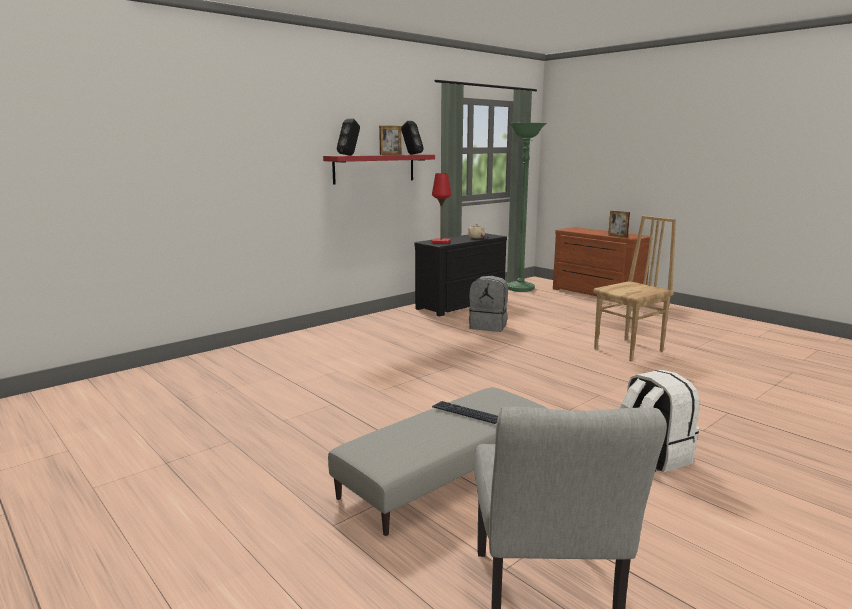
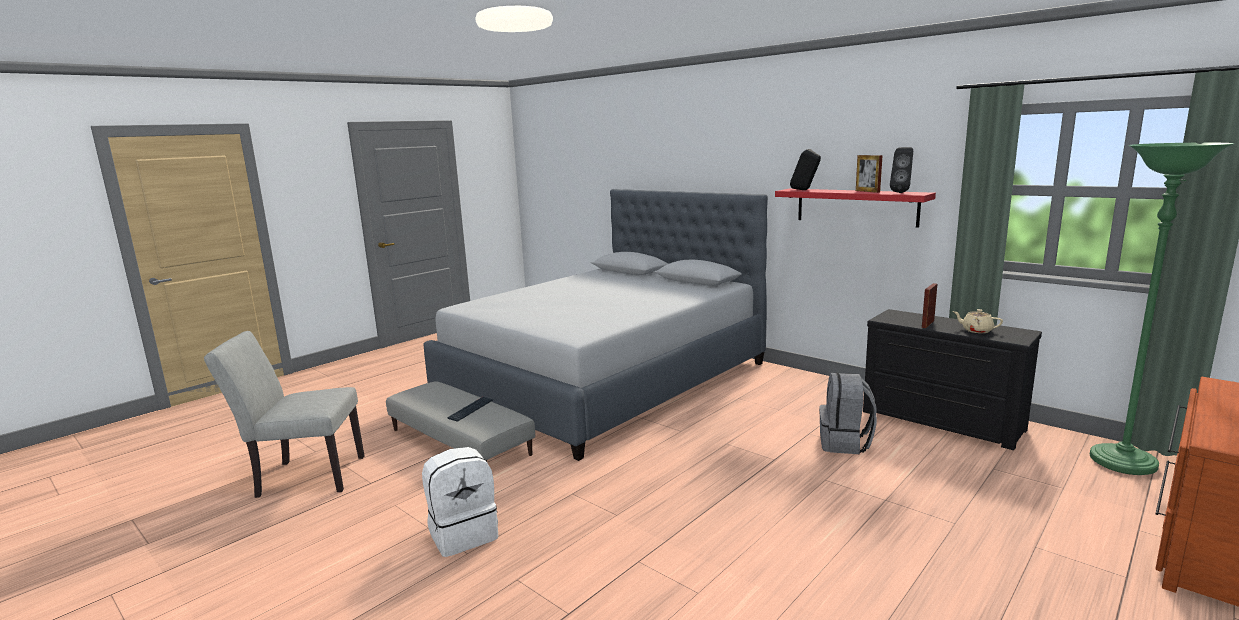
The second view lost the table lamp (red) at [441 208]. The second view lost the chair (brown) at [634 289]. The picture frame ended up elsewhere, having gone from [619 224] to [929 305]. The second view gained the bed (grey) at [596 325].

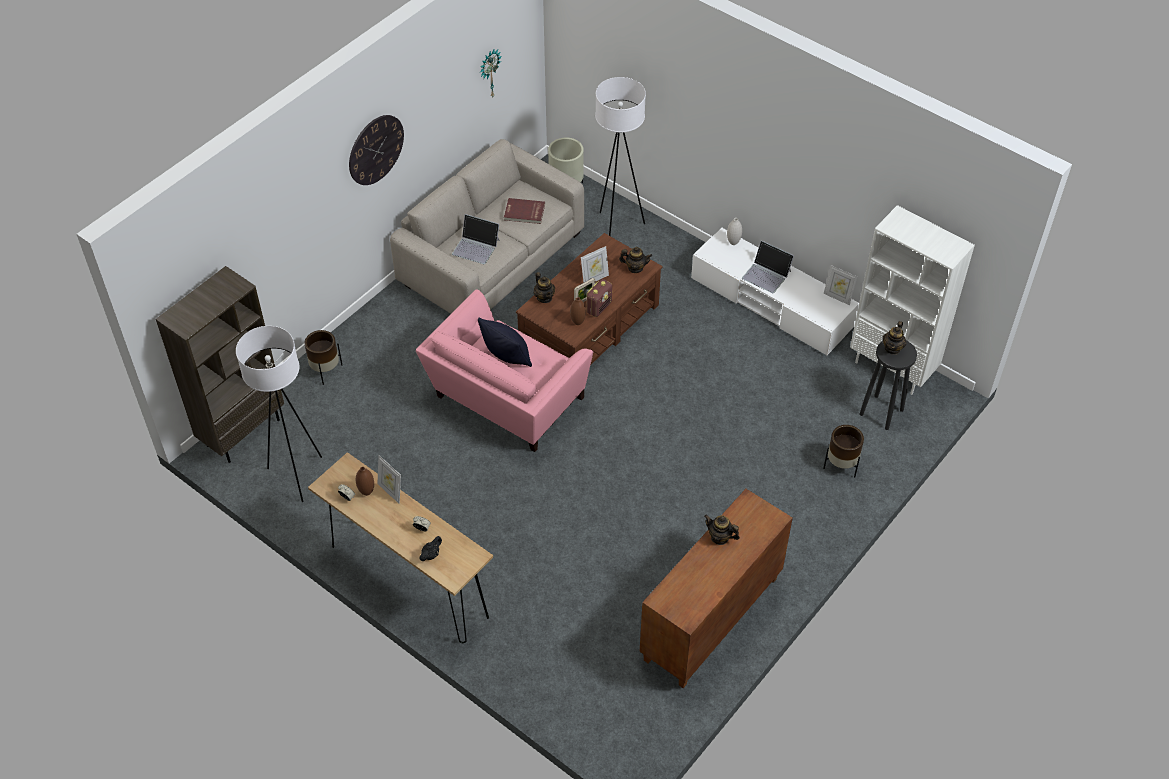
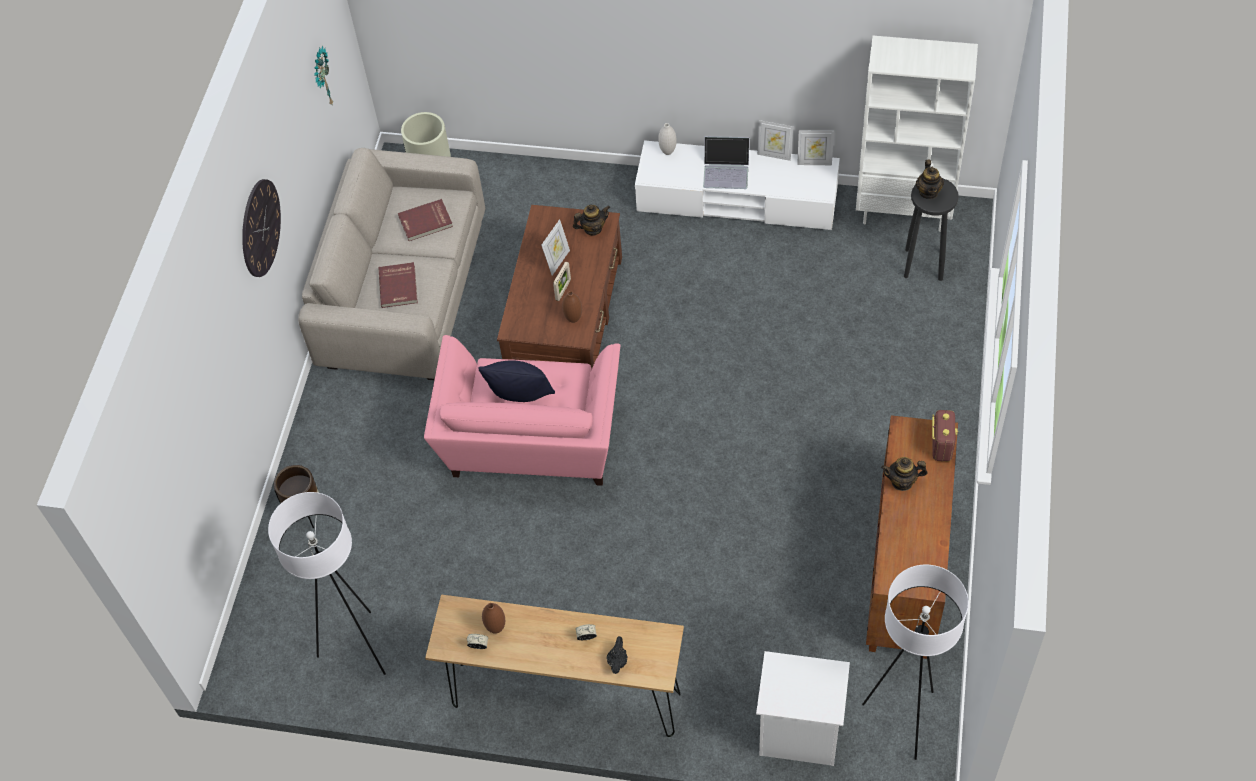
The second view lost the bookcase (brown) at [220 364]. The picture frame ended up elsewhere, having gone from [389 479] to [775 140]. Where the laptop stood at [476 239], the book (red) came to stand at [398 285]. The second view lost the teapot at [544 287]. The radio ended up elsewhere, having gone from [599 298] to [945 435]. The floor lamp (white) ended up elsewhere, having gone from [620 156] to [915 662]. The second view lost the planter (brown) at [843 451]. The second view gained the nightstand (white) at [803 708].

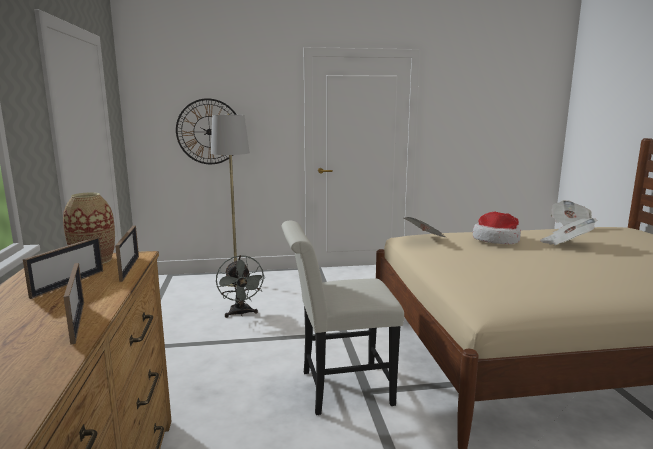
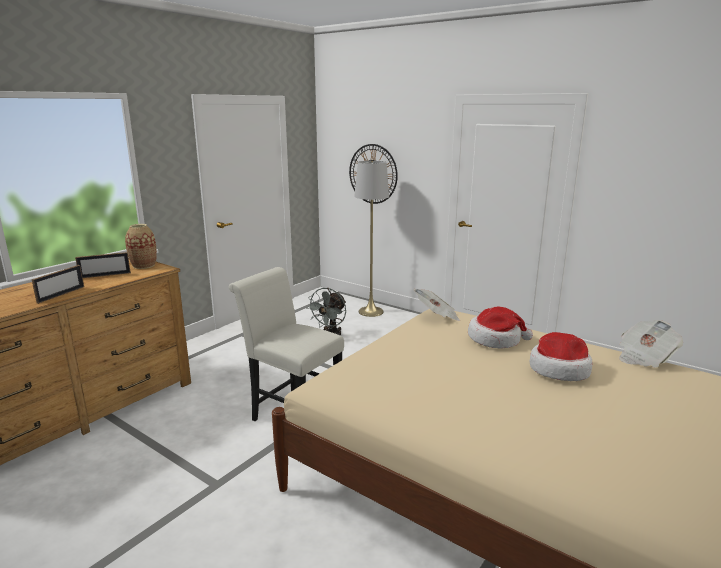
The second view lost the picture frame at [127 254]. Where the newspaper stood at [569 231], the hat came to stand at [561 356].

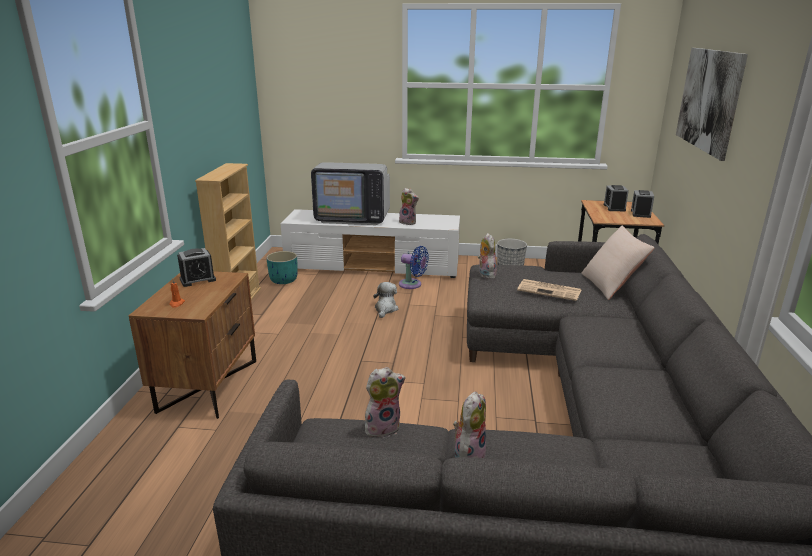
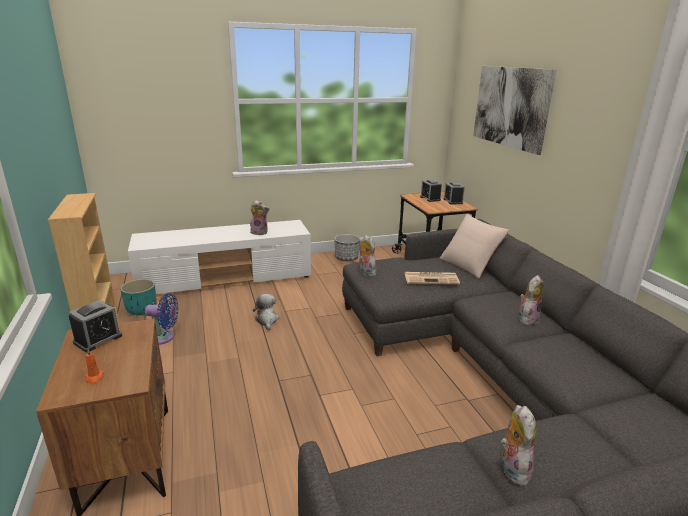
The second view lost the television at [350 193]. The plush toy ended up elsewhere, having gone from [385 402] to [531 300]. The fan (blue) ended up elsewhere, having gone from [414 267] to [162 319].

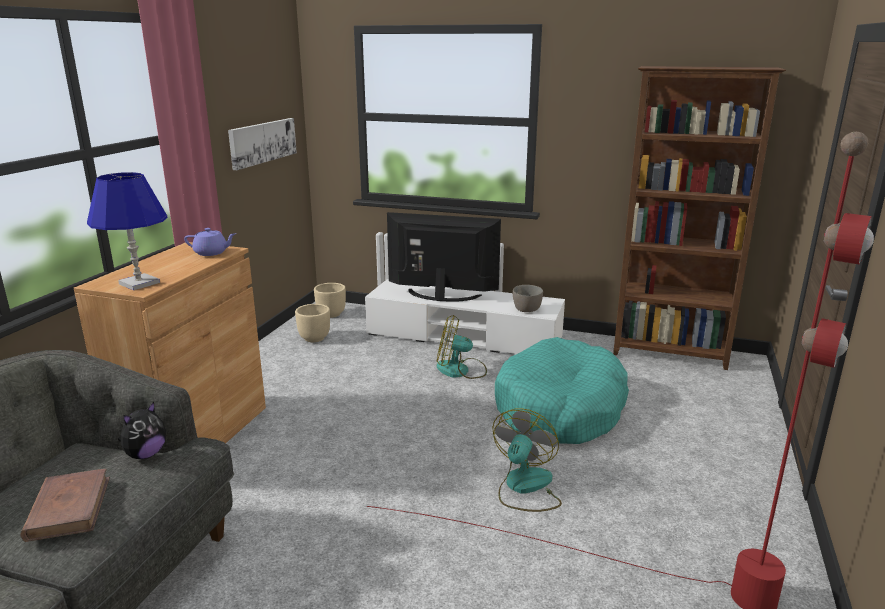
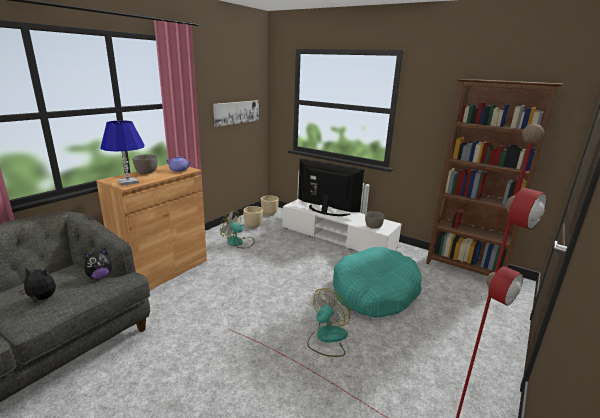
Where the book (brown) stood at [65 505], the plush toy came to stand at [37 285]. The fan ended up elsewhere, having gone from [462 347] to [237 229]. The second view gained the bowl (grey) at [144 164].

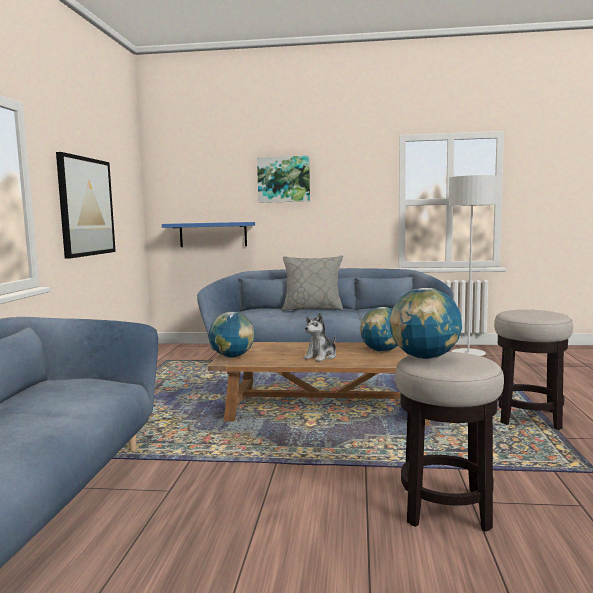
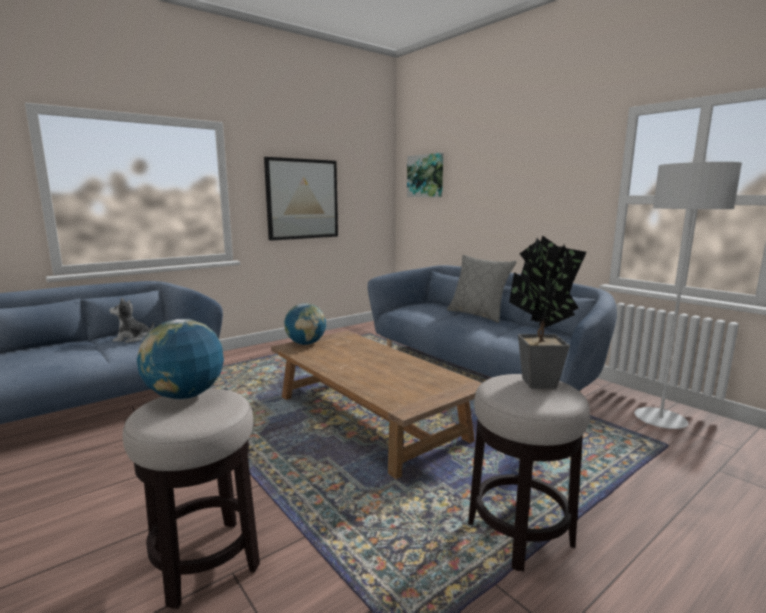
The second view lost the shelf (blue) at [208 234]. The picture ended up elsewhere, having gone from [283 179] to [425 175]. The plush toy ended up elsewhere, having gone from [320 337] to [131 320]. The second view lost the globe at [379 329]. The second view gained the potted plant at [548 311].

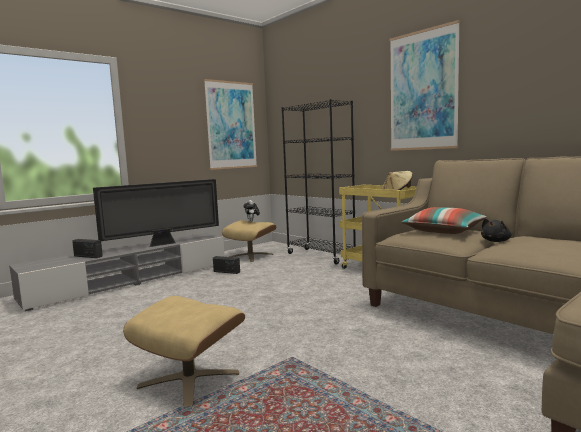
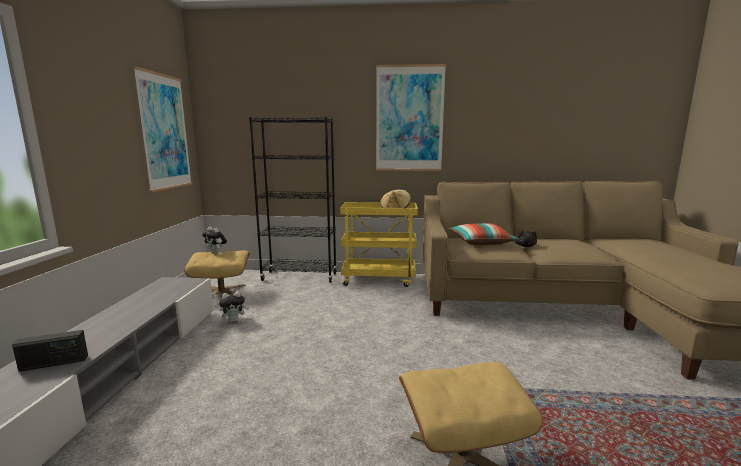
The second view lost the television at [156 213]. Where the radio stood at [226 265], the plush toy came to stand at [234 307].

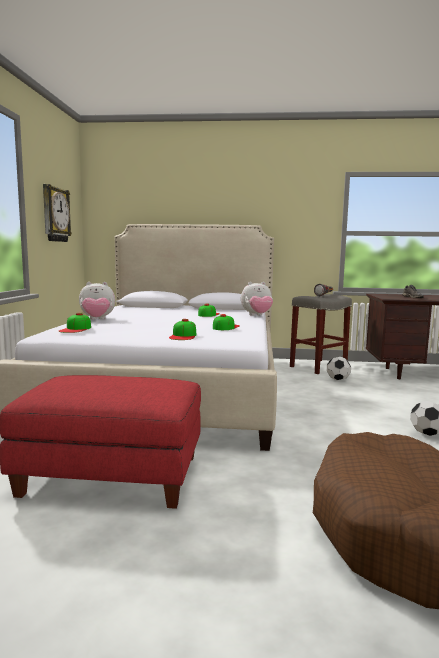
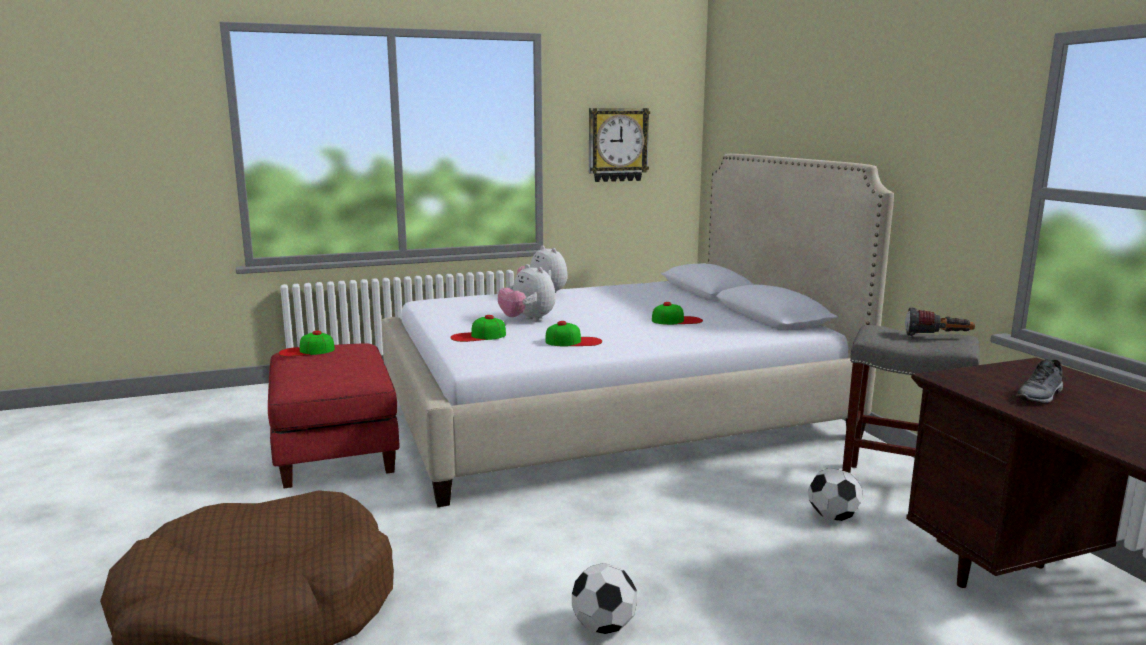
The cap ended up elsewhere, having gone from [74 323] to [306 343]. The plush toy ended up elsewhere, having gone from [257 299] to [527 293].

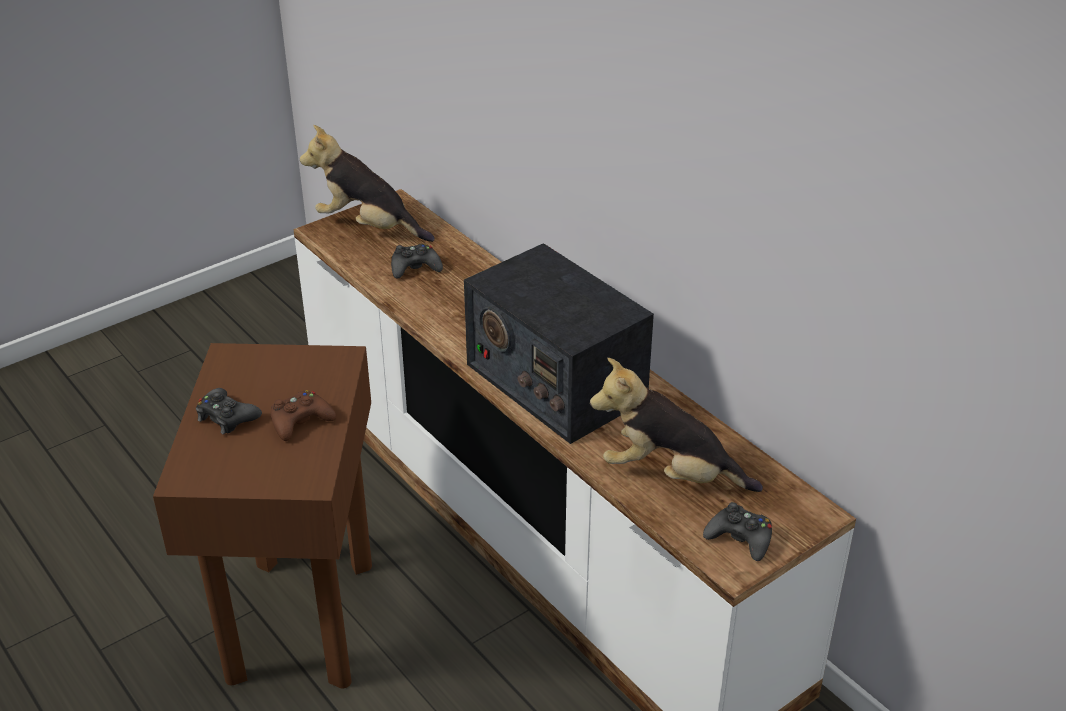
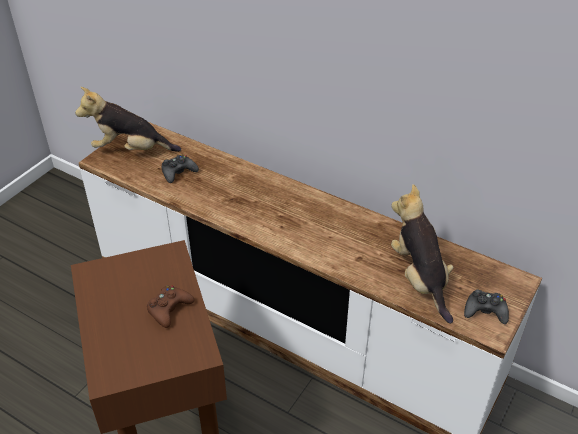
The second view lost the game controller (black) at [229 411]. The second view lost the radio at [559 343]. The plush toy at [676 425] ended up facing another way, 75 degrees clockwise from before.

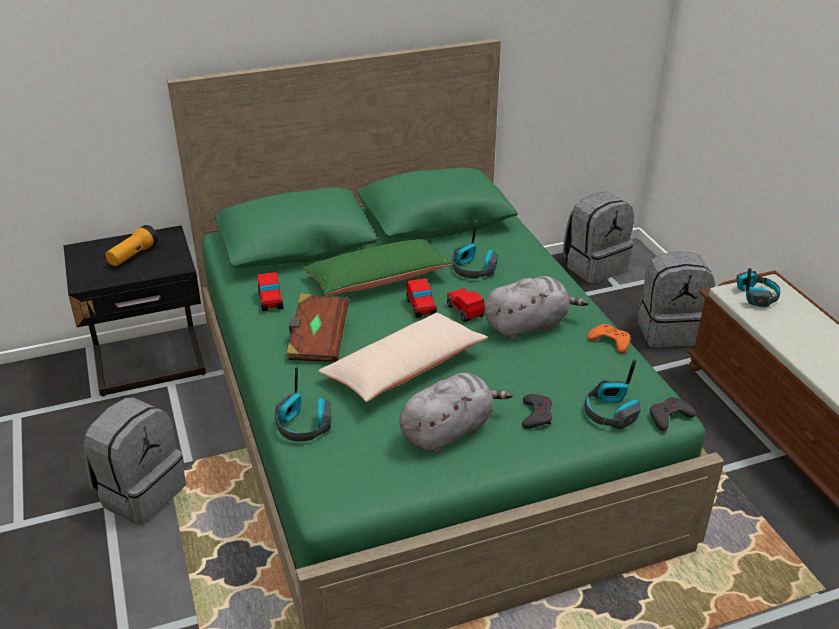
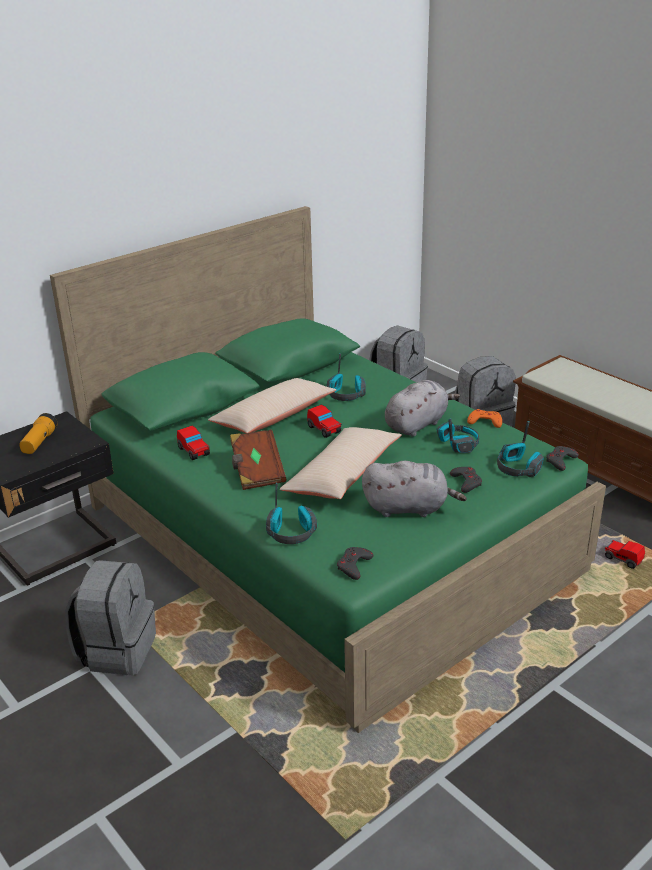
What was the pillow (green) at [378 267] turned into the pillow (beige) at [272 405]. The plush toy (grey) at [456 412] ended up facing another way, 60 degrees clockwise from before. The toy car ended up elsewhere, having gone from [465 305] to [625 554]. The headphones ended up elsewhere, having gone from [758 288] to [458 435]. The second view gained the game controller (grey) at [355 563].

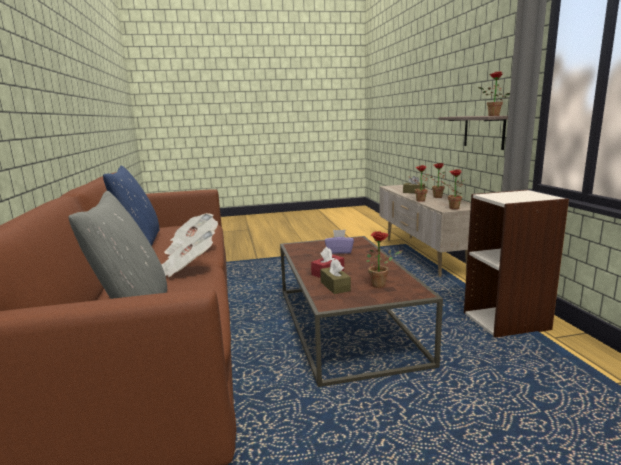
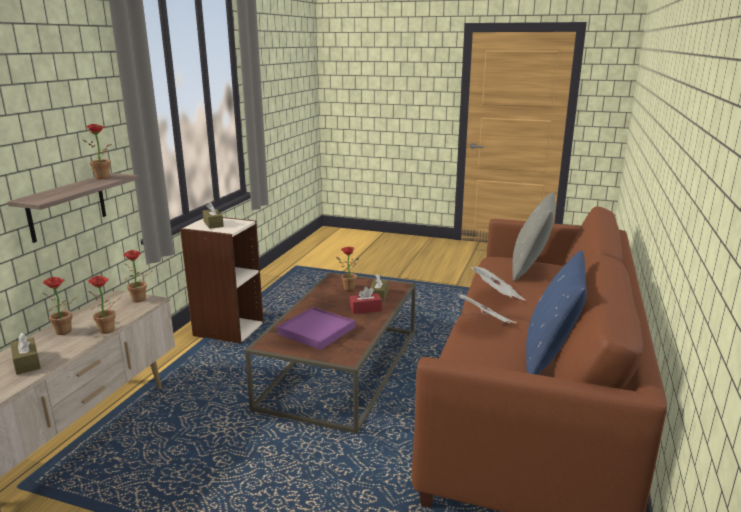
Where the tissue box (purple) stood at [339 242], the tray (purple) came to stand at [316 328]. The second view gained the tissue box (brown) at [213 215].

